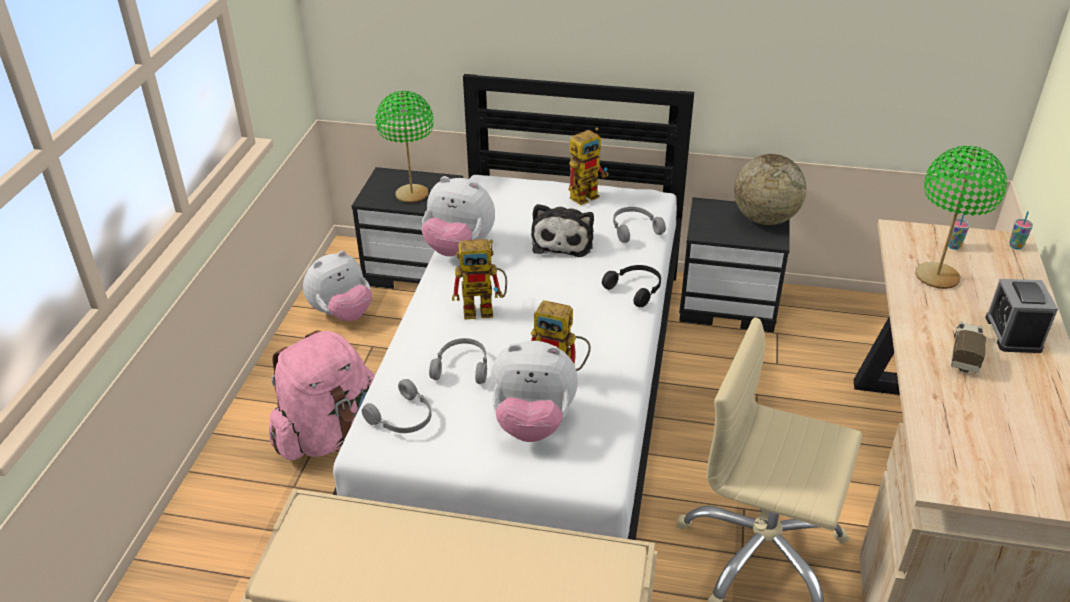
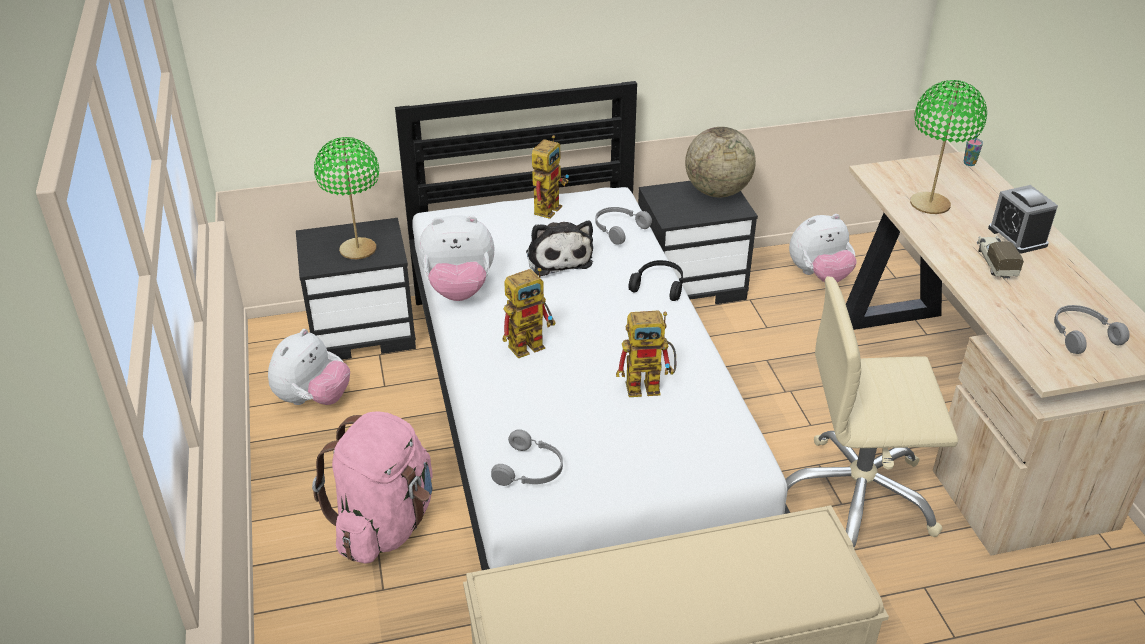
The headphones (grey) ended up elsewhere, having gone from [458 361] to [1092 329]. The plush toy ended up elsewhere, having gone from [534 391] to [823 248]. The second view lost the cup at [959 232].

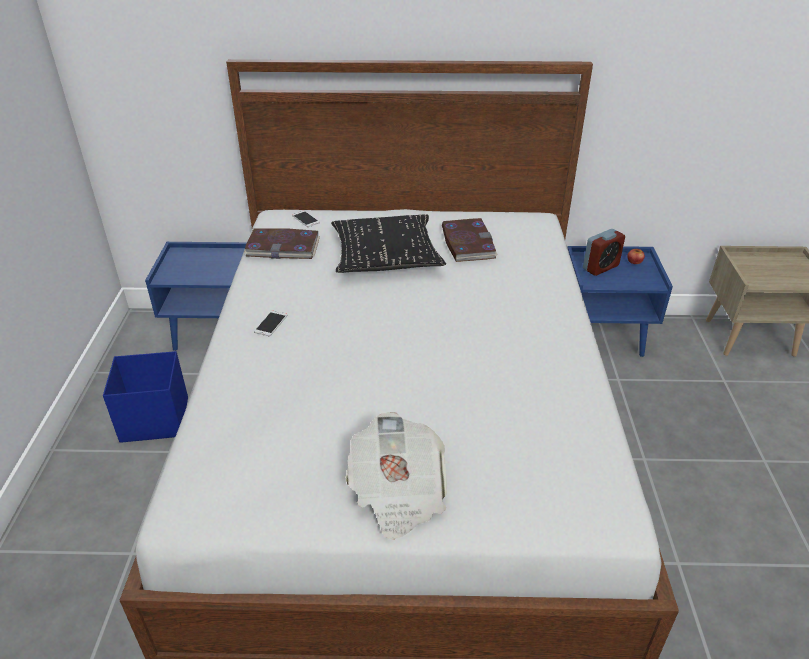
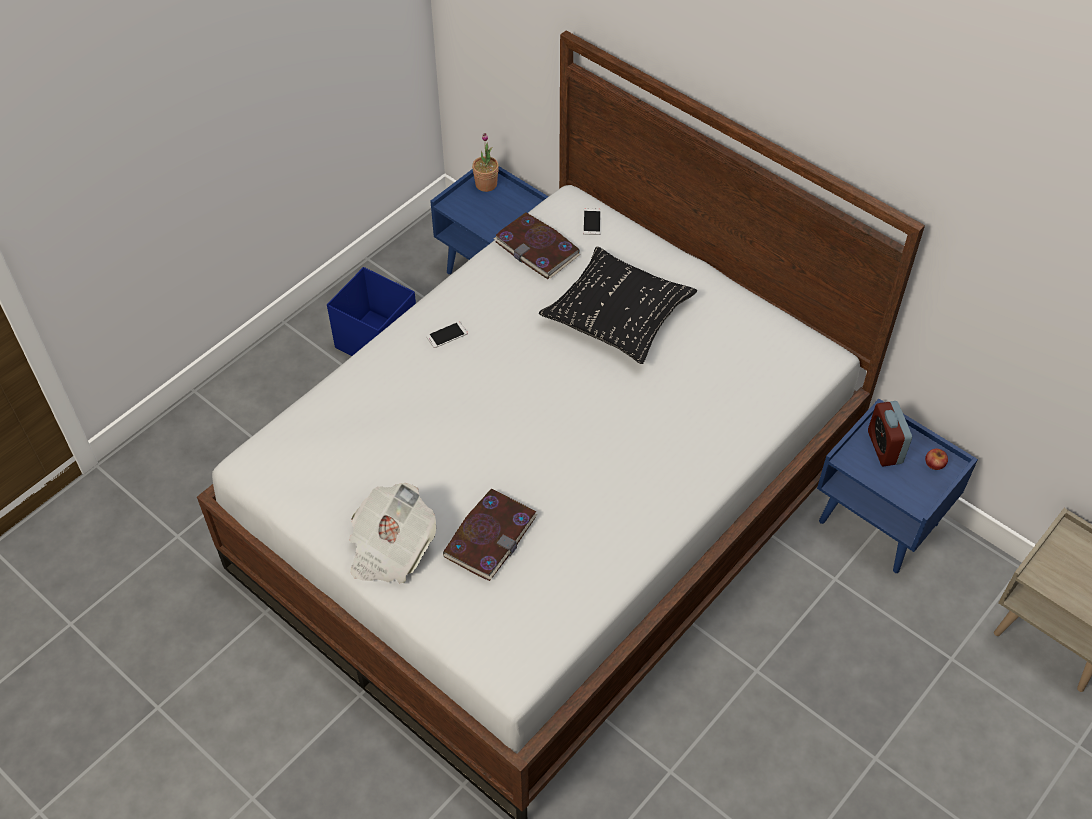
The book ended up elsewhere, having gone from [470 240] to [490 535]. The alarm clock at [604 252] ended up facing another way, 75 degrees clockwise from before. The second view gained the potted plant at [485 162].

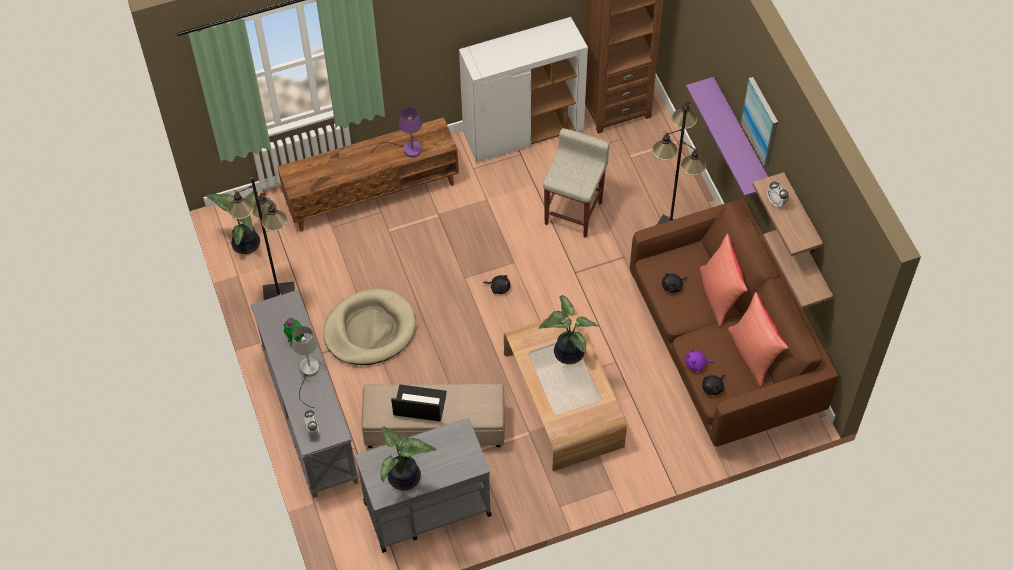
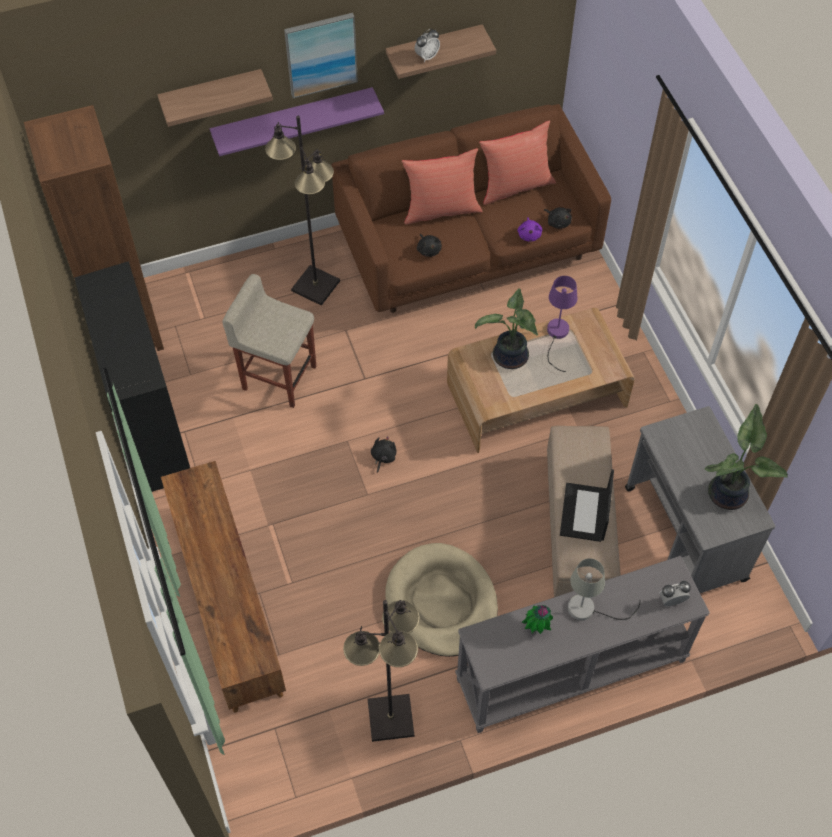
The second view lost the potted plant at [232 222]. The table lamp (purple) ended up elsewhere, having gone from [396 132] to [562 324]. What was the cabinet (white) at [523 89] turned into the cabinet (black) at [132 376]. The shelf ended up elsewhere, having gone from [798 269] to [215 98].

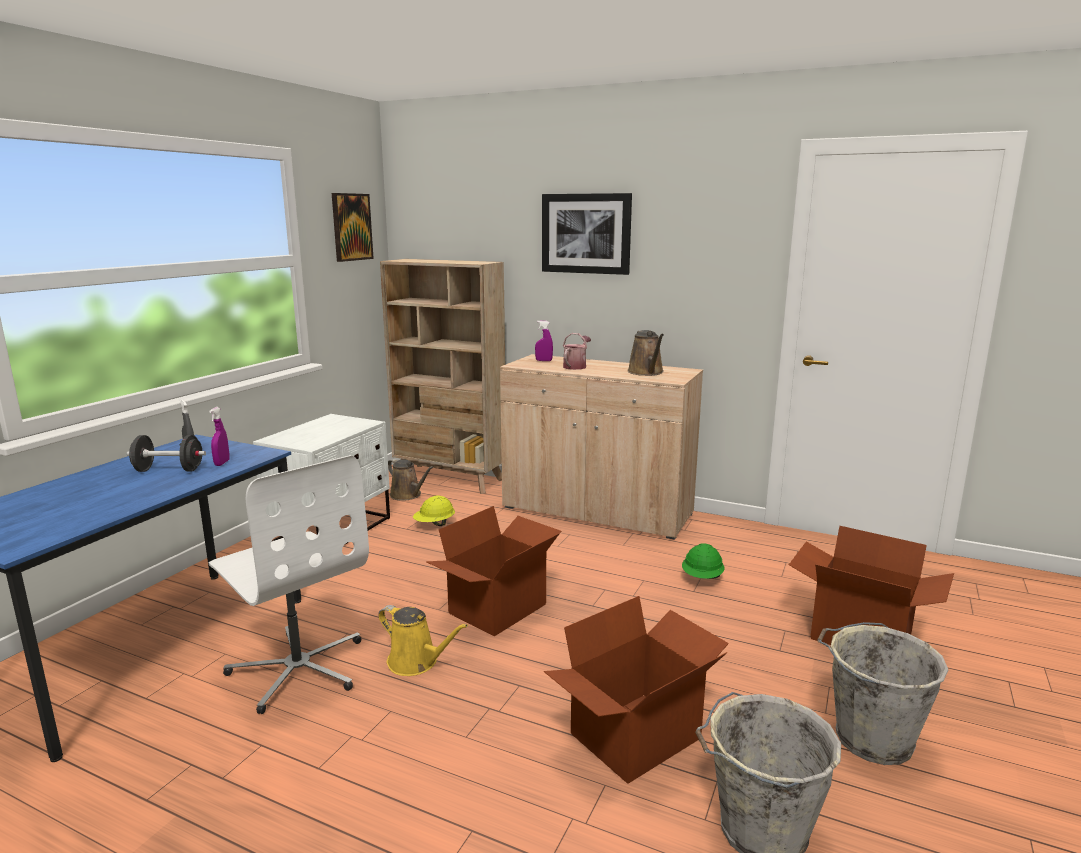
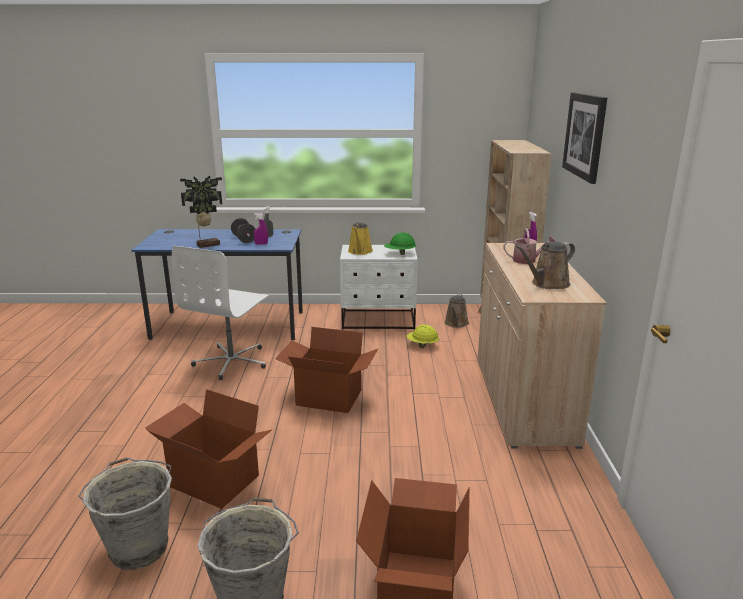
The second view lost the picture at [353 227]. The watering can (yellow) ended up elsewhere, having gone from [423 640] to [360 238]. The hard hat (green) ended up elsewhere, having gone from [703 561] to [400 243]. The second view gained the potted plant at [201 212].

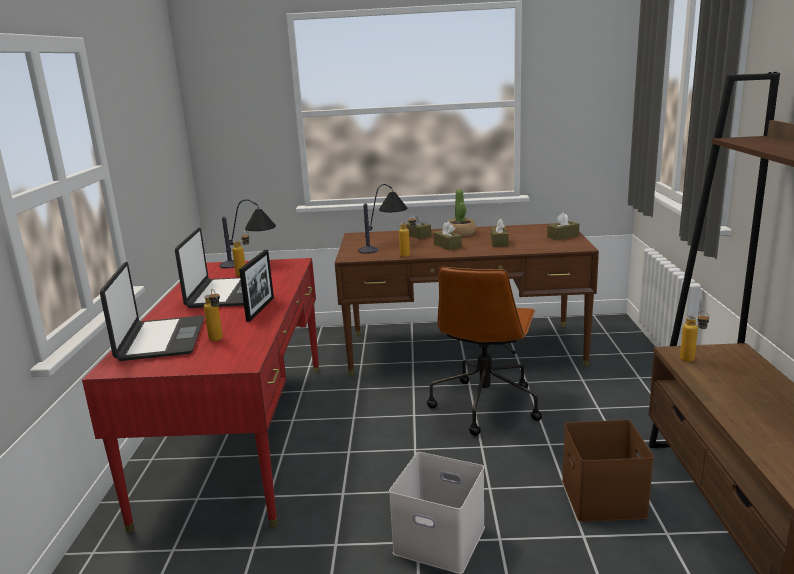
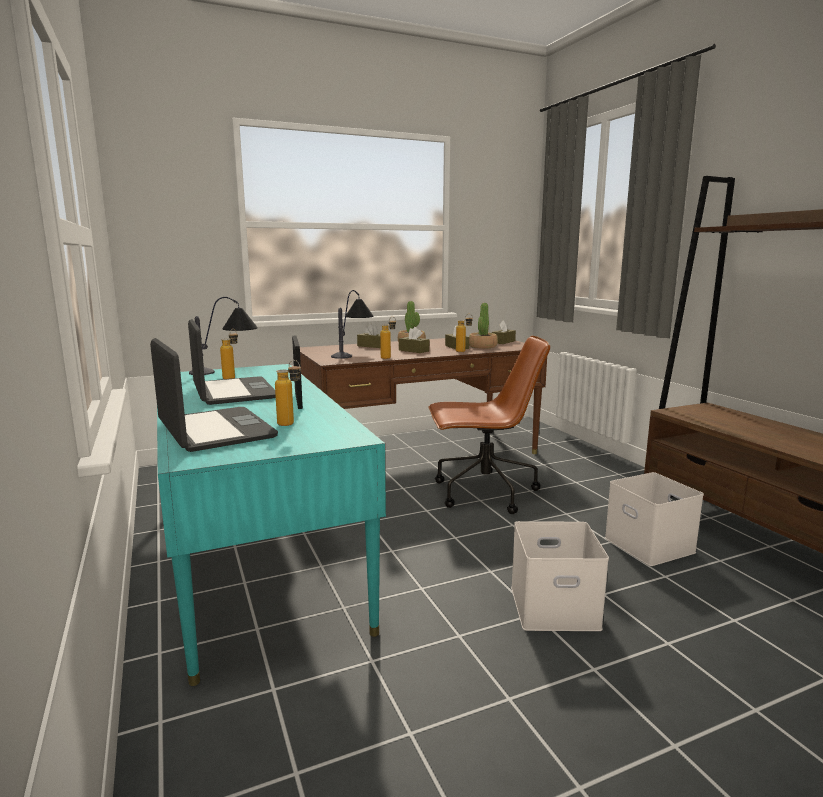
What was the desk (red) at [200 395] turned into the desk (turquoise) at [271 525]. The office chair (brown) at [484 351] ended up facing another way, 90 degrees counterclockwise from before. What was the storage box (brown) at [608 471] turned into the storage box (white) at [654 519]. The bottle ended up elsewhere, having gone from [694 336] to [464 333]. The second view gained the potted plant at [483 326].

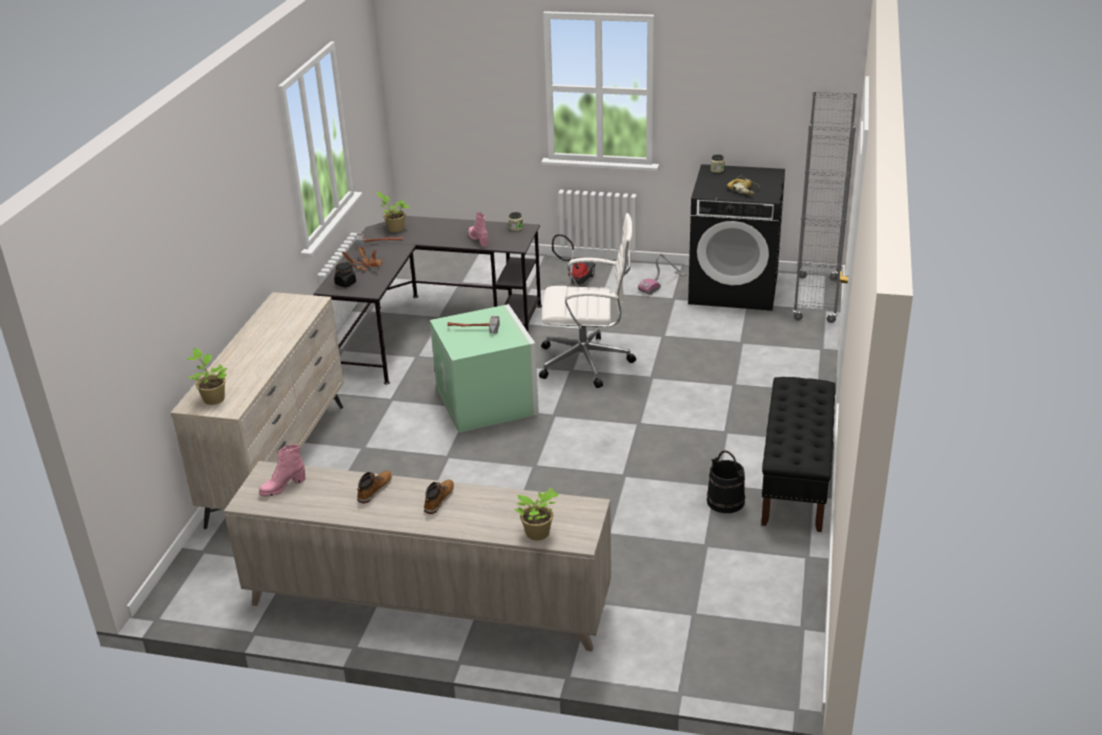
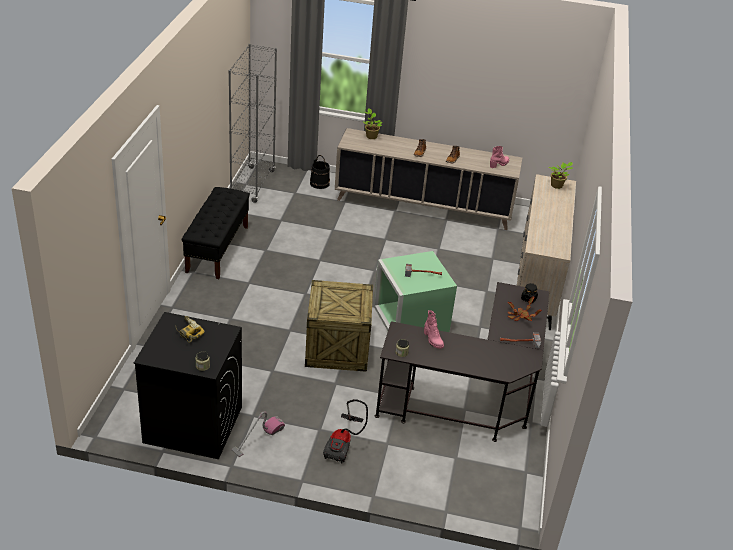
The second view lost the potted plant at [393 212]. Where the office chair (white) stood at [587 300], the crate came to stand at [339 326]. The bucket (black) ended up elsewhere, having gone from [726 481] to [320 172]. The bookcase (grey) ended up elsewhere, having gone from [824 207] to [252 123].

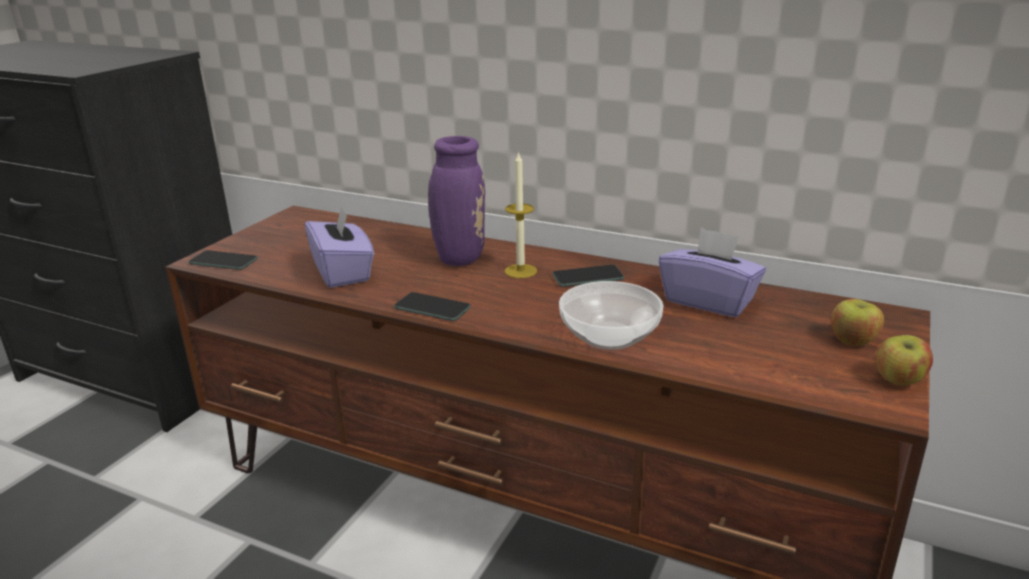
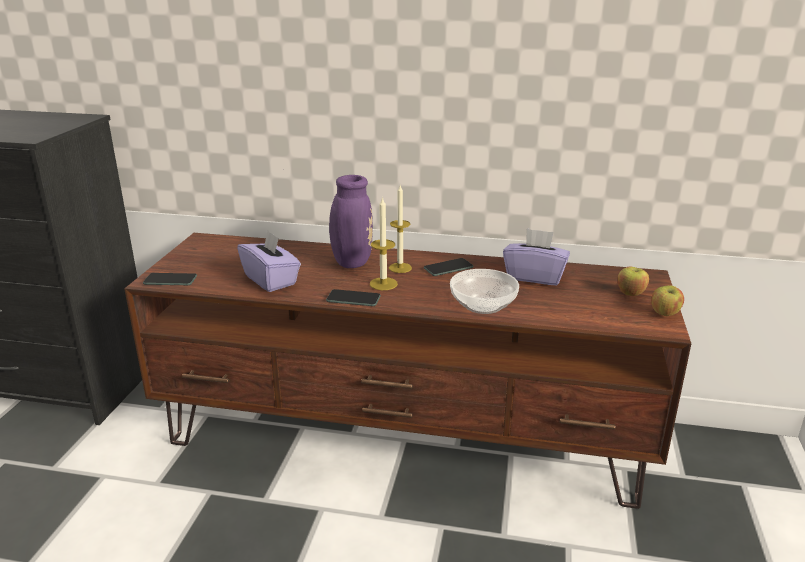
The second view gained the candle at [384 243].

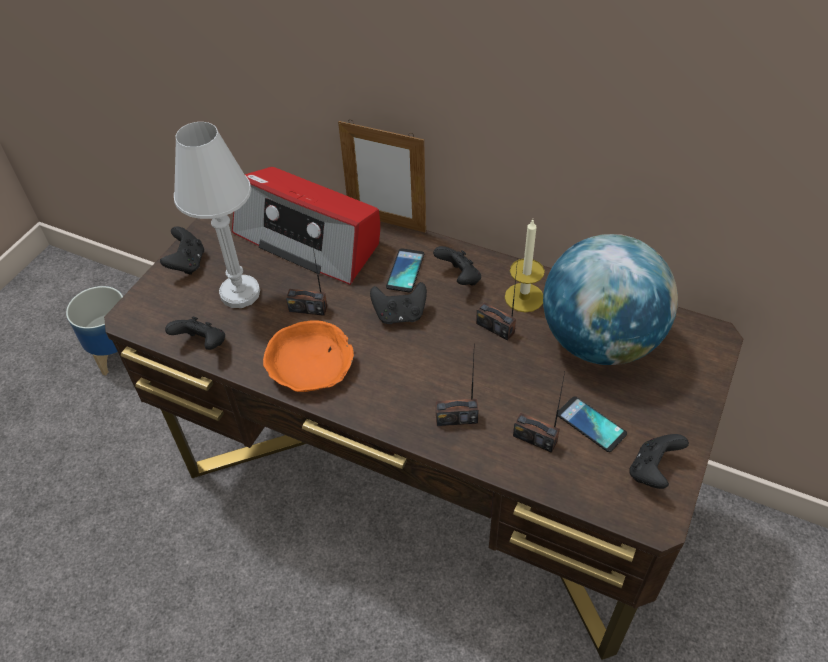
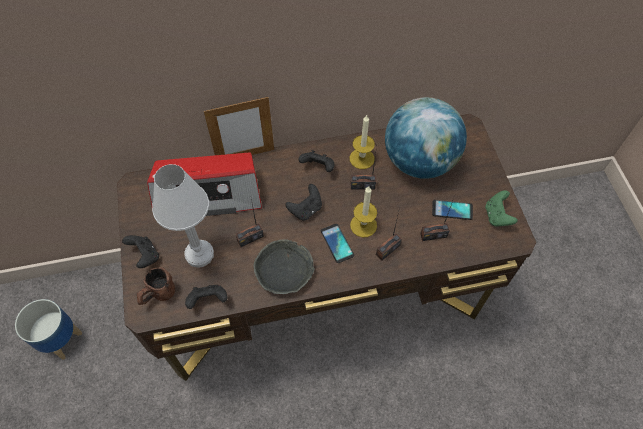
What was the bowl (orange) at [308 356] turned into the bowl (grey) at [284 266]. The phone ended up elsewhere, having gone from [405 270] to [337 243]. What was the game controller (black) at [659 461] turned into the game controller (green) at [501 208]. The second view gained the mug (brown) at [156 286]. The second view gained the candle at [363 212].

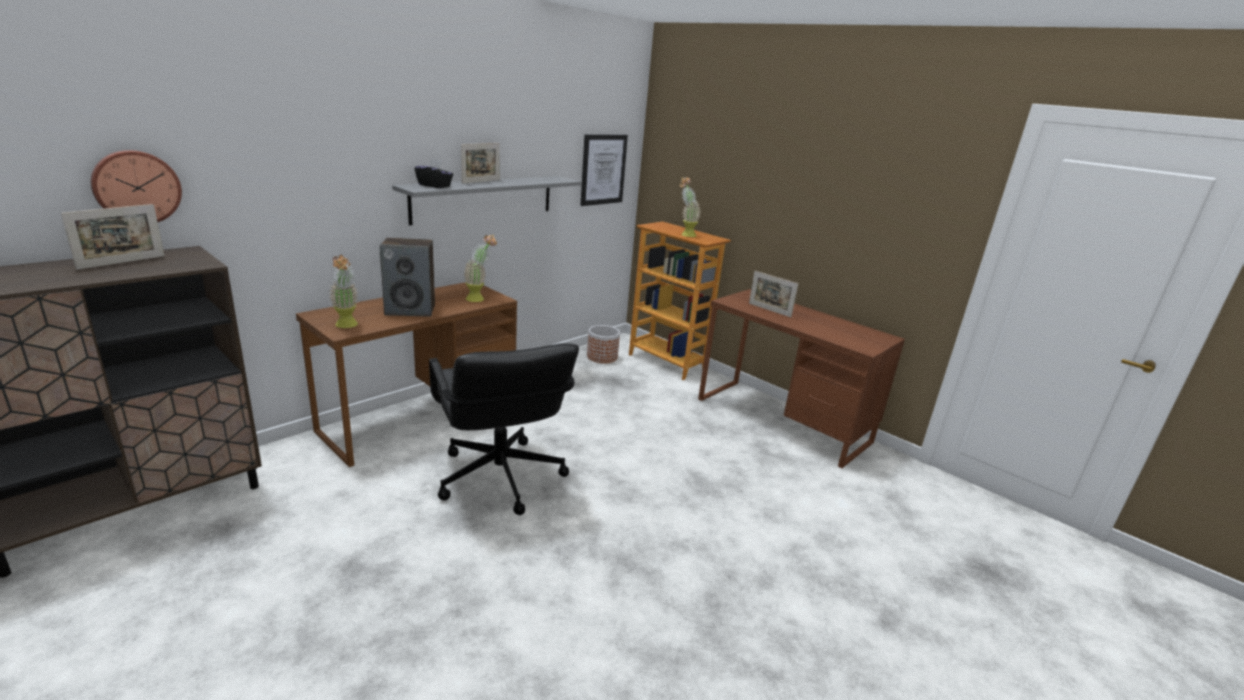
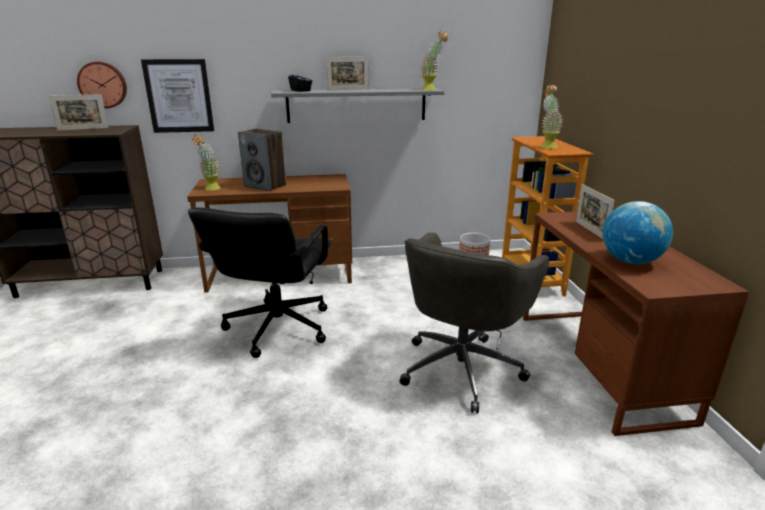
The potted plant ended up elsewhere, having gone from [480 268] to [434 60]. The picture ended up elsewhere, having gone from [604 170] to [177 96]. The second view gained the office chair (grey) at [474 323]. The second view gained the globe at [637 232].

